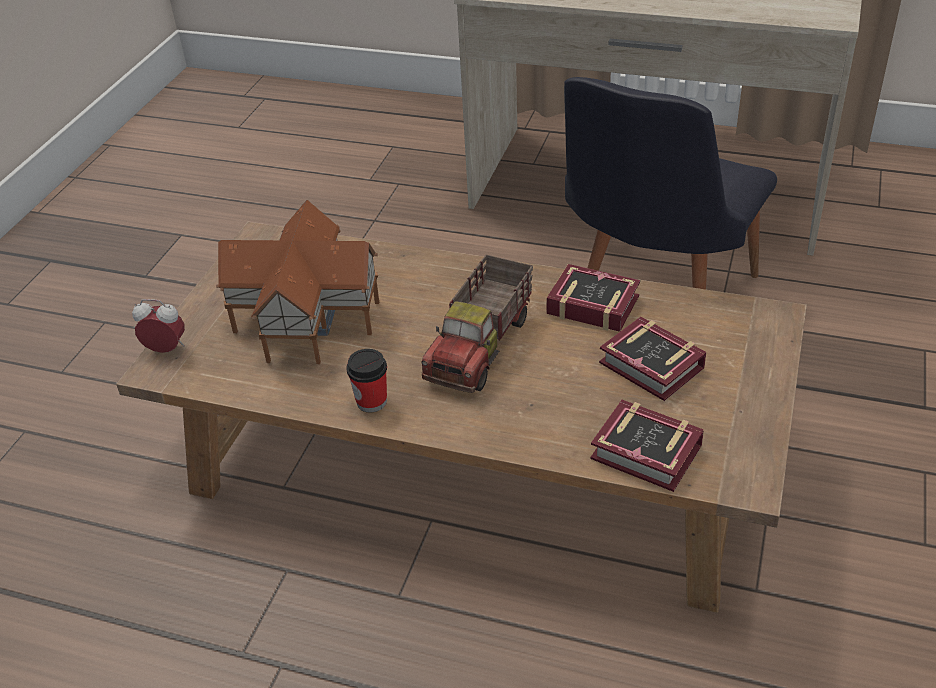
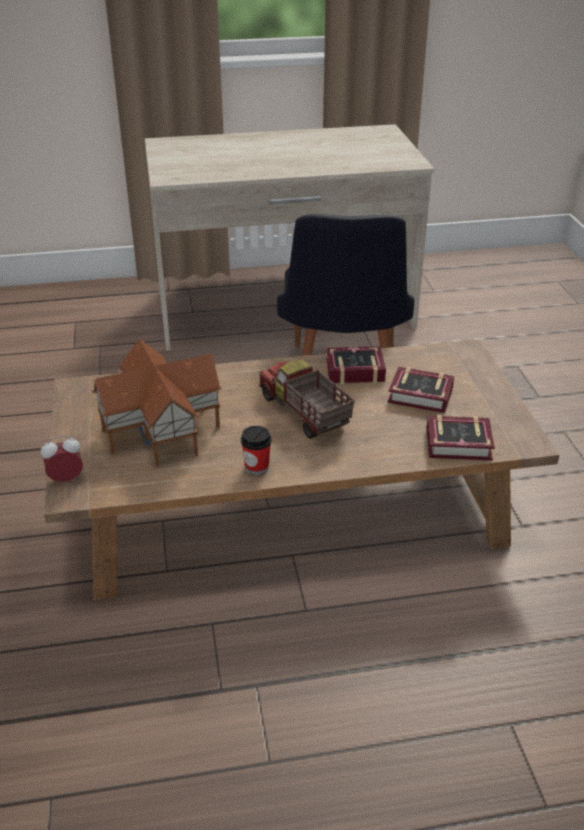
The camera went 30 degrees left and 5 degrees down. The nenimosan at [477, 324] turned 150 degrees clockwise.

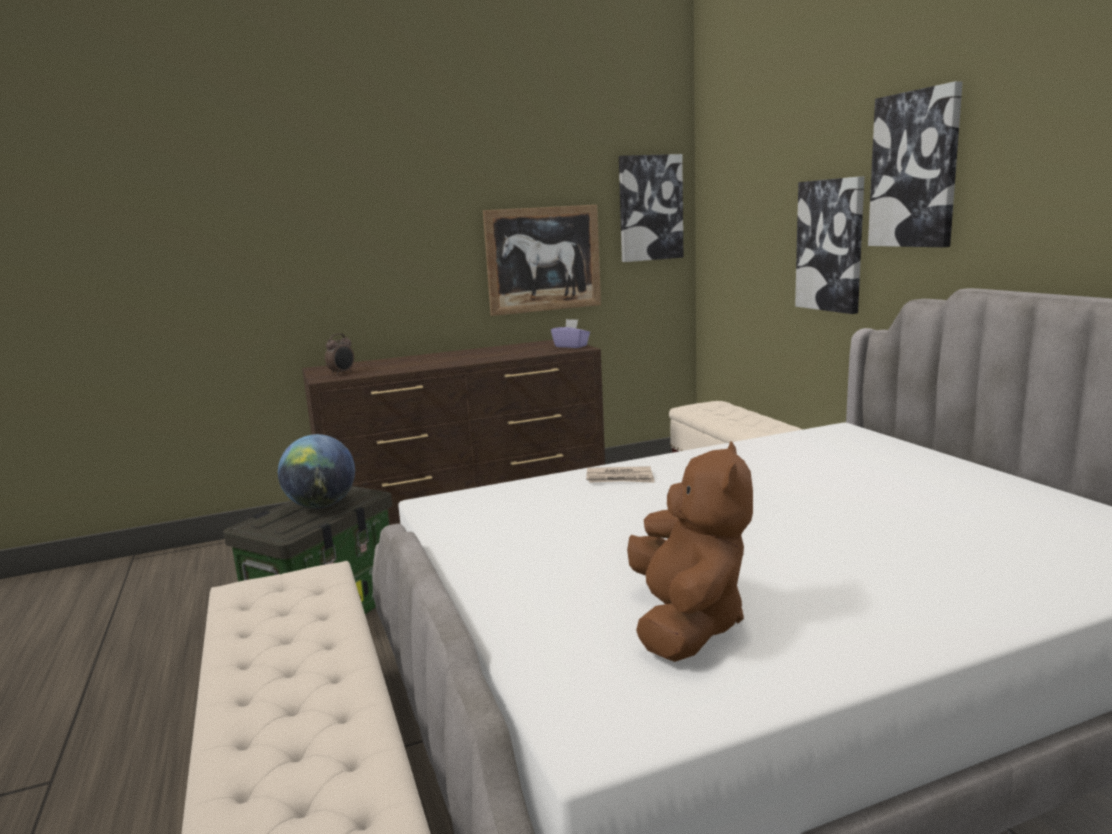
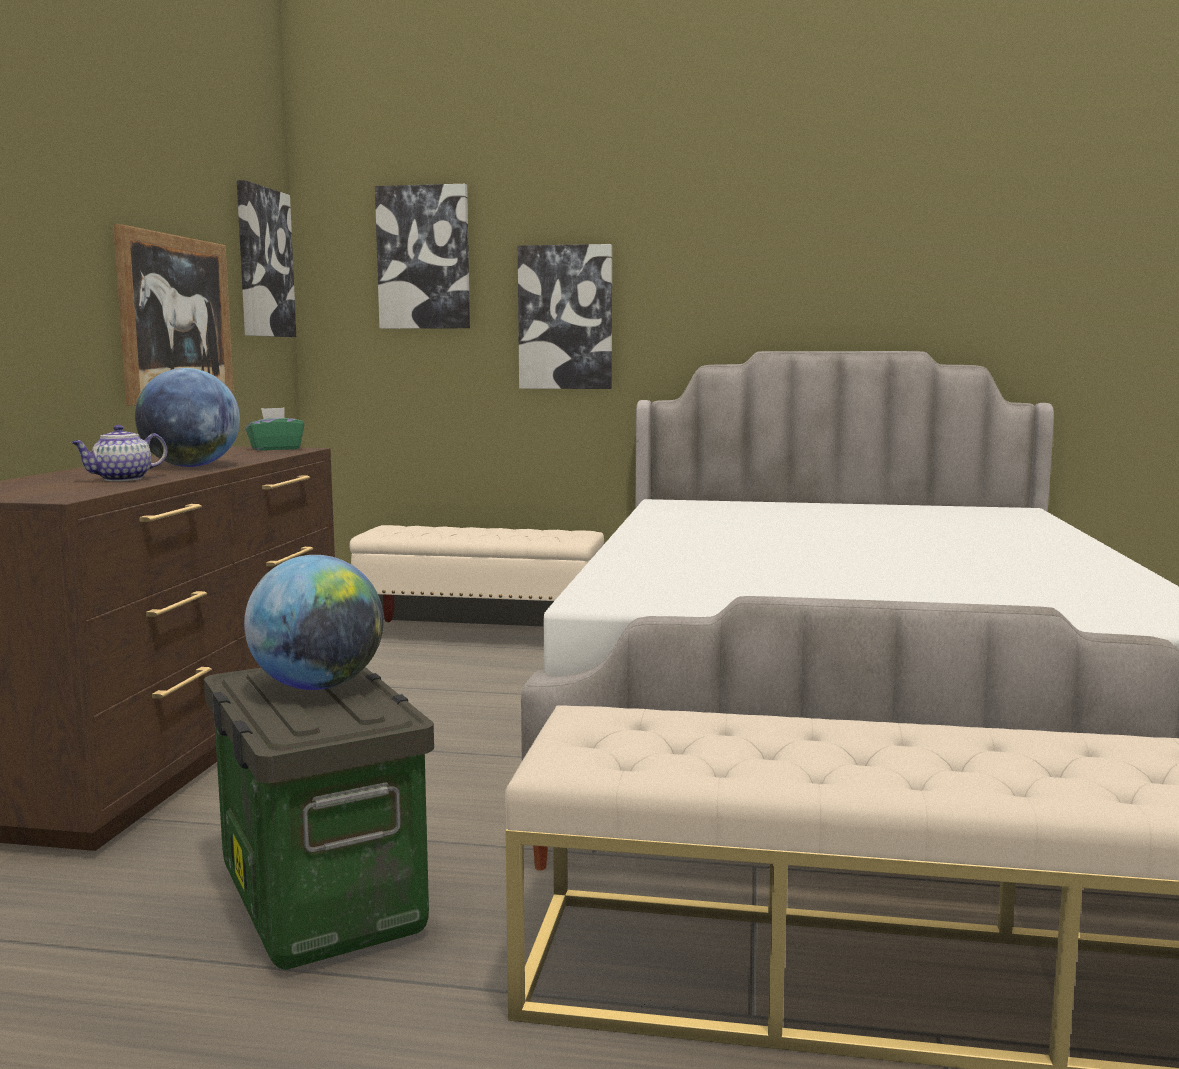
The camera went 60 degrees left and 5 degrees down. The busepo moved from [915, 164] to [422, 256]. The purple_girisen at [570, 333] became the green_girisen at [274, 429]. The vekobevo at [339, 354] disappeared. The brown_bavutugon at [690, 551] disappeared. The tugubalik at [620, 474] disappeared. The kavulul at [187, 417] appeared. The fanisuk at [119, 453] appeared.

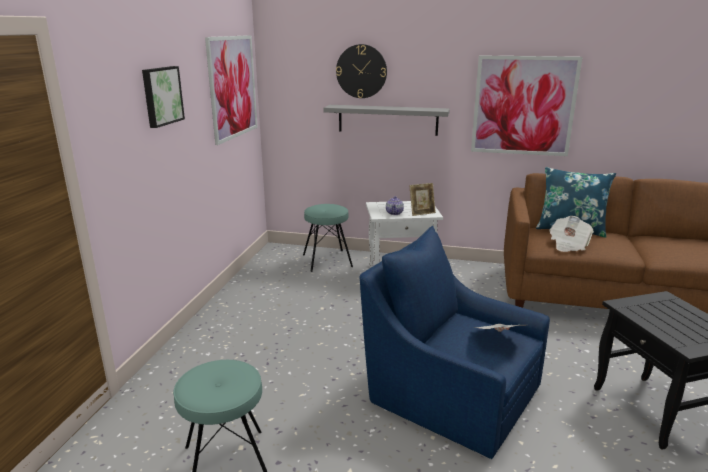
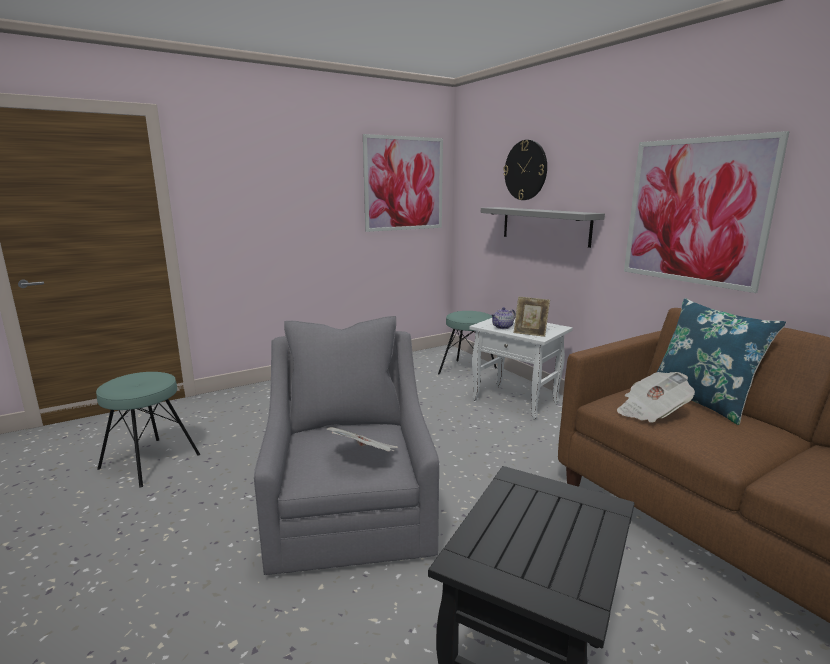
The camera went 45 degrees right and 5 degrees down. The busepo at [163, 97] disappeared. The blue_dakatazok at [454, 342] became the grey_dakatazok at [346, 445].

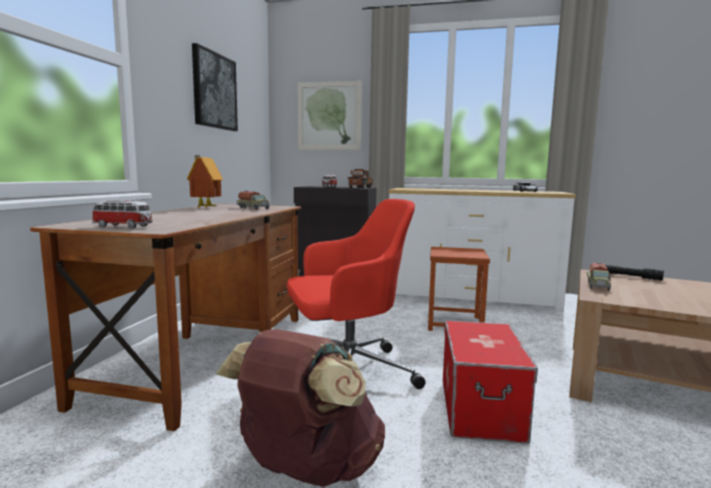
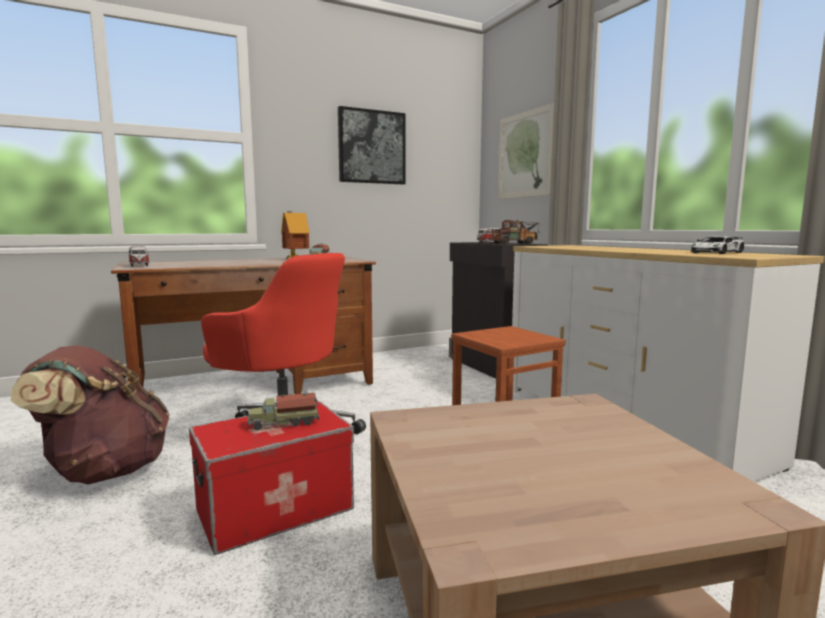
The camera went 50 degrees right and 0 degrees up. The nenimosan moved from [599, 276] to [283, 411]. The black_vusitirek at [634, 273] disappeared.

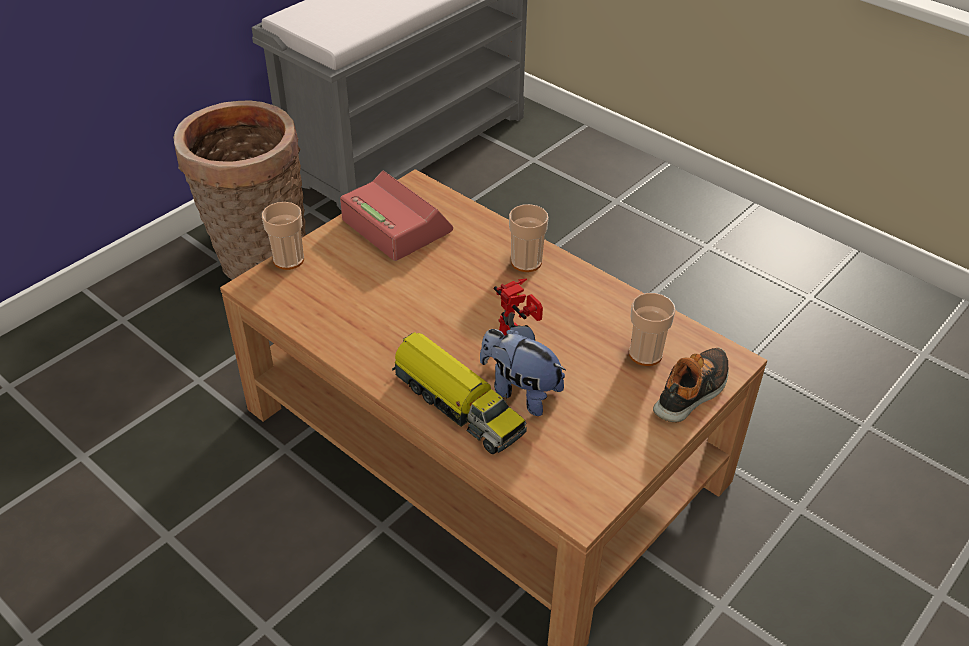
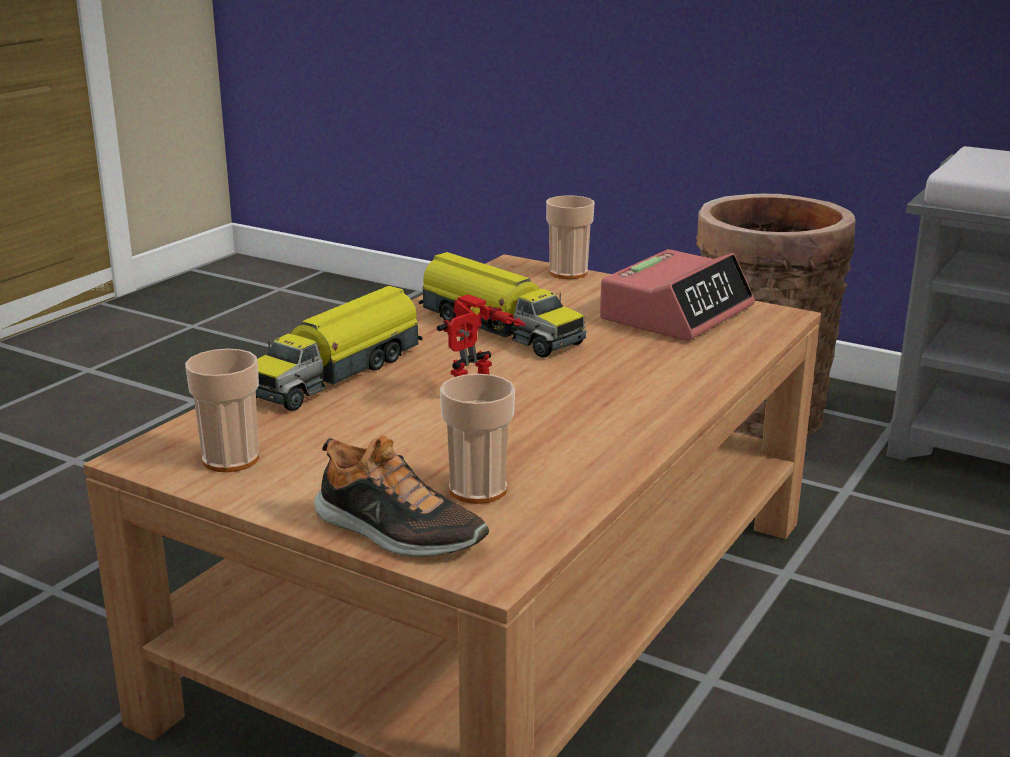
The camera went 80 degrees right and 20 degrees down. The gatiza moved from [528, 238] to [222, 410]. The bavutugon at [523, 370] disappeared. The nenimosan at [502, 304] appeared.

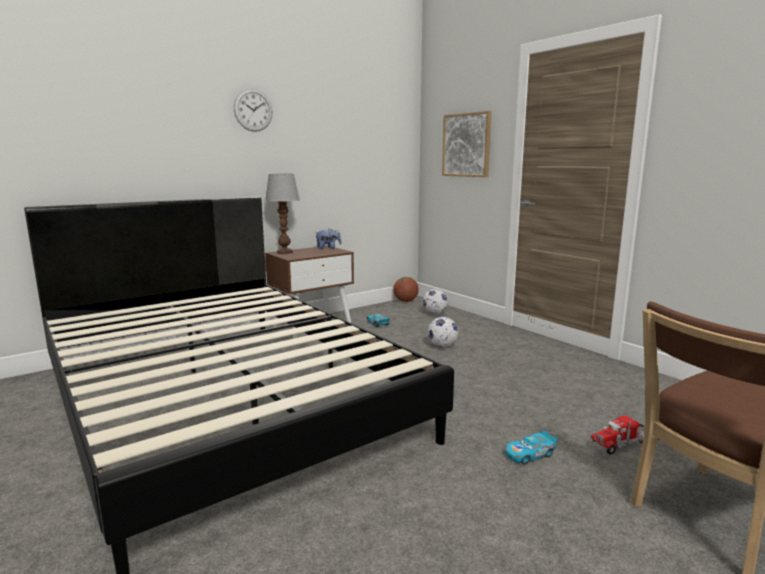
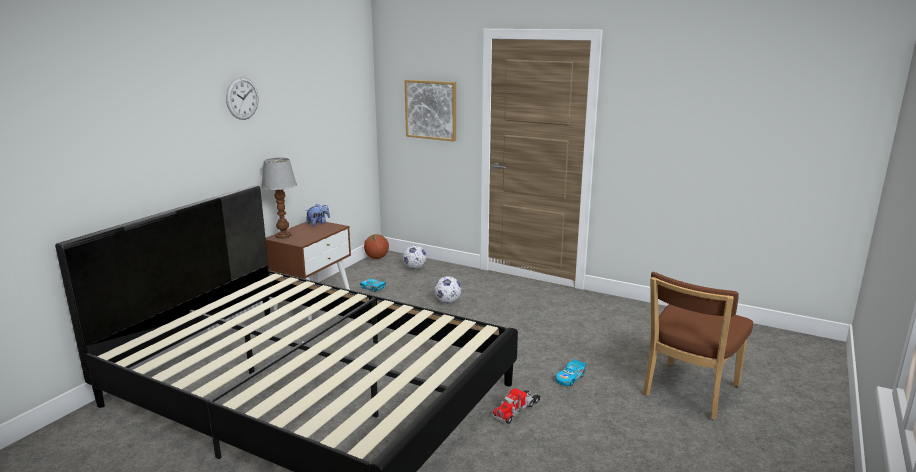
The camera went 25 degrees left and 5 degrees up. The nenimosan moved from [624, 434] to [516, 406].

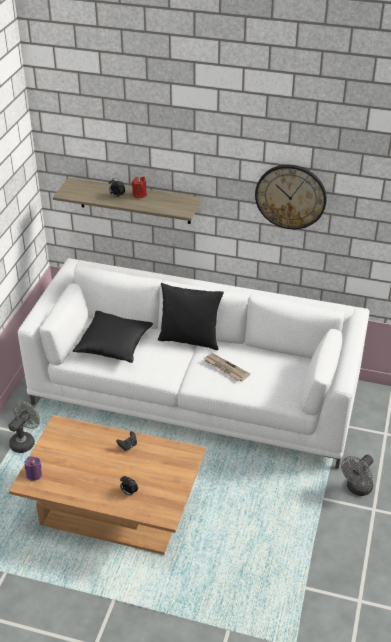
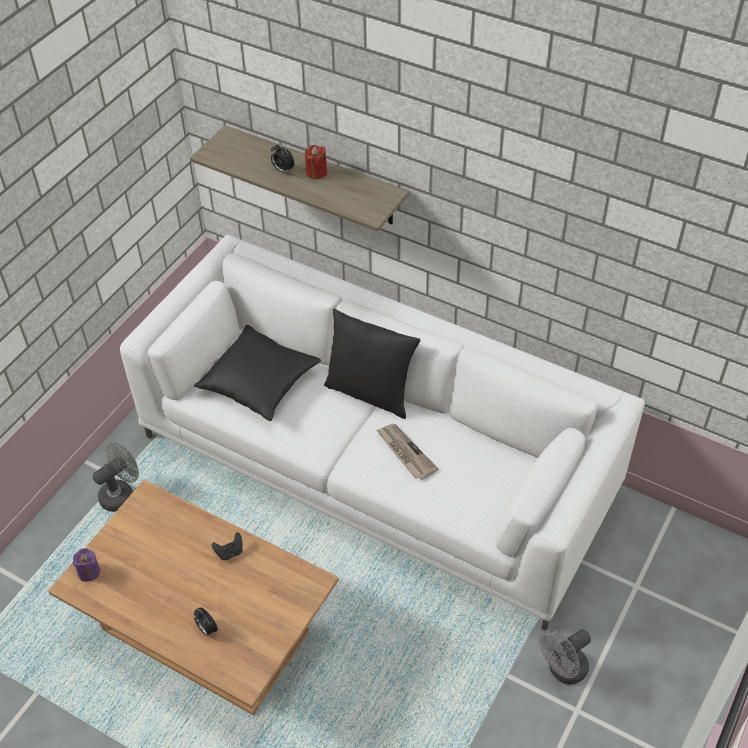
The camera went 15 degrees right and 10 degrees up. The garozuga at [291, 197] disappeared.

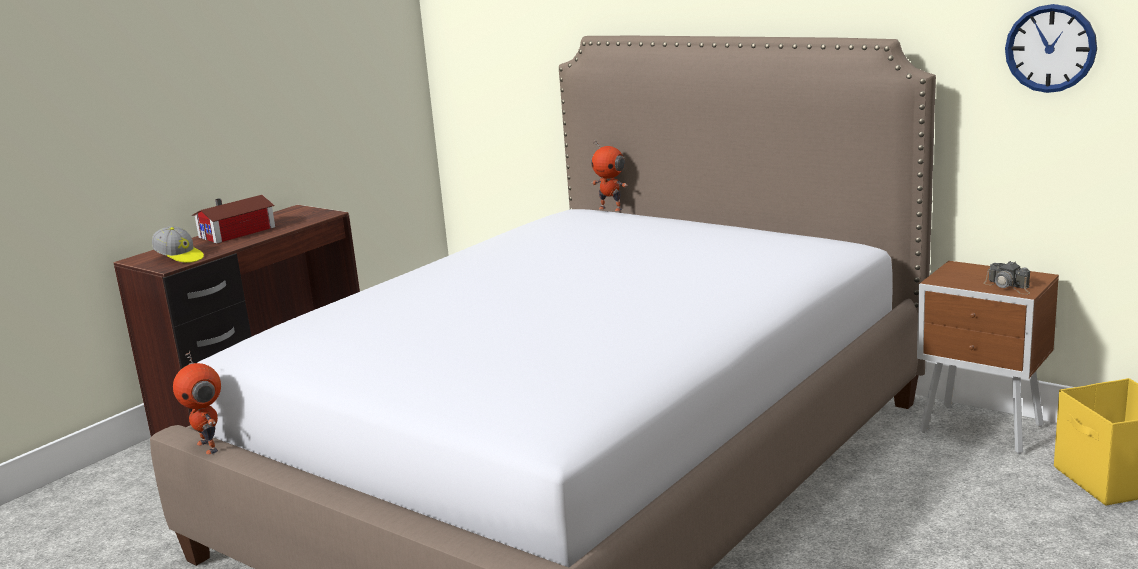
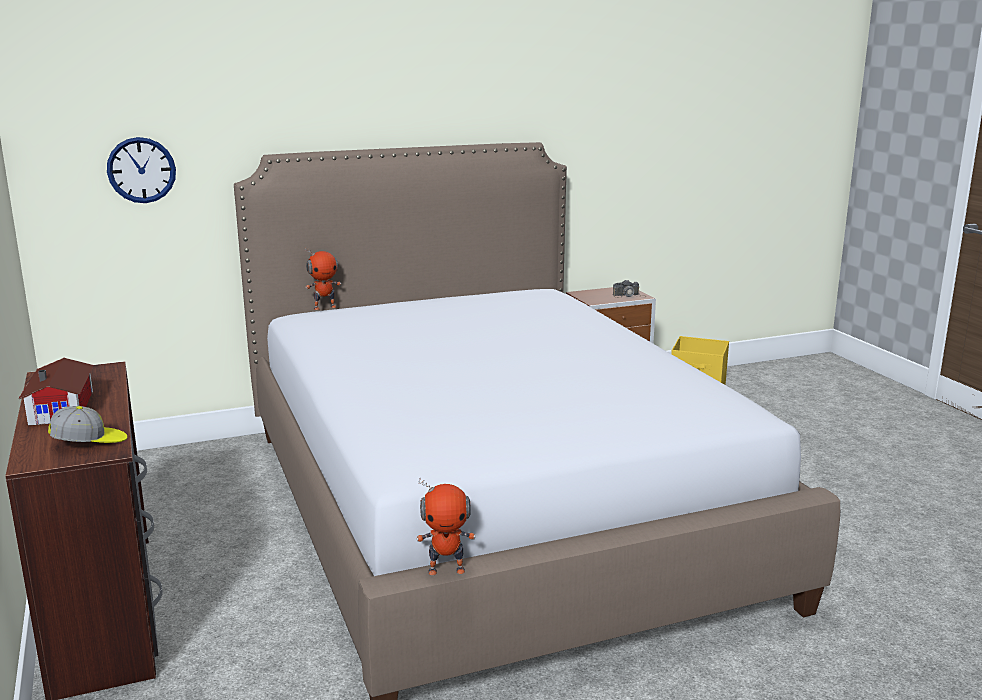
The camera went 60 degrees left and 0 degrees up. The garozuga moved from [1051, 48] to [141, 170].

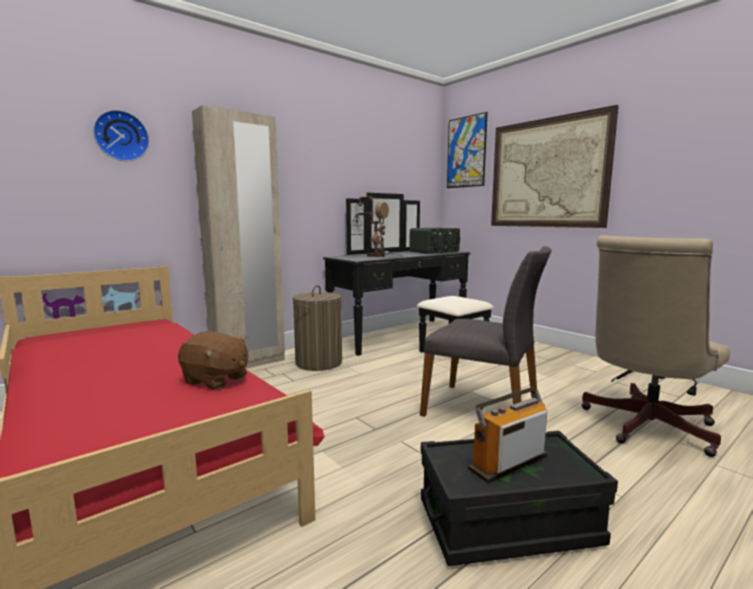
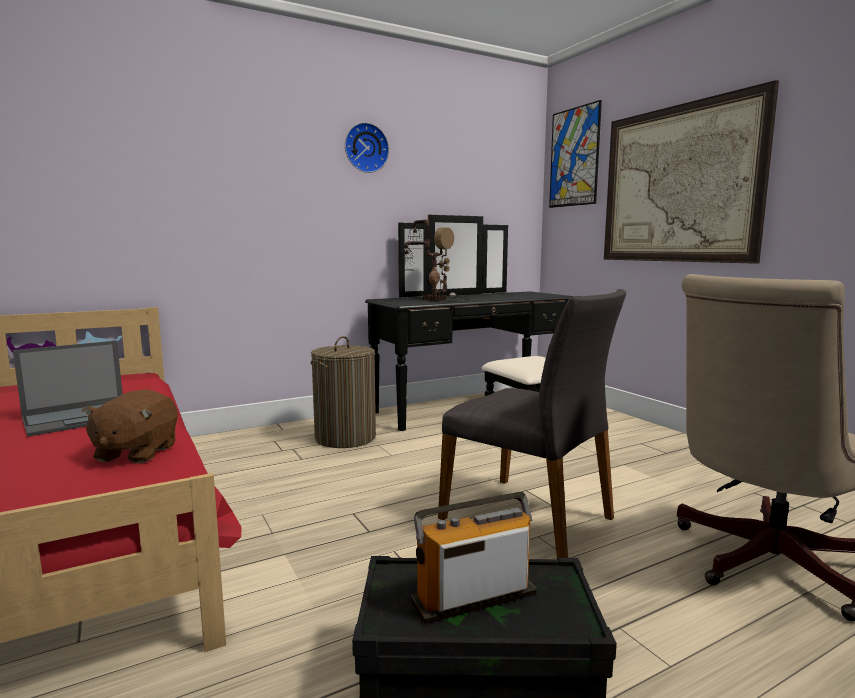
The camera went 10 degrees right and 0 degrees up. The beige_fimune at [238, 237] disappeared. The garozuga moved from [121, 136] to [367, 147]. The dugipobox at [434, 241] disappeared. The brown_bavutugon at [213, 361] turned 60 degrees clockwise. The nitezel at [68, 388] appeared.

